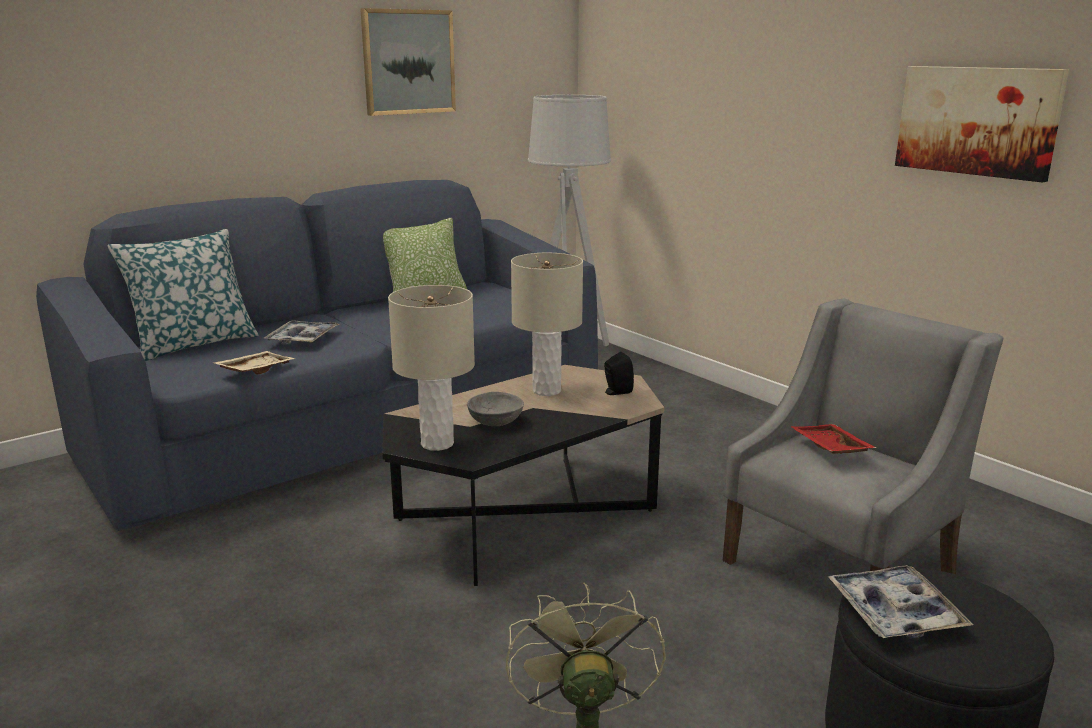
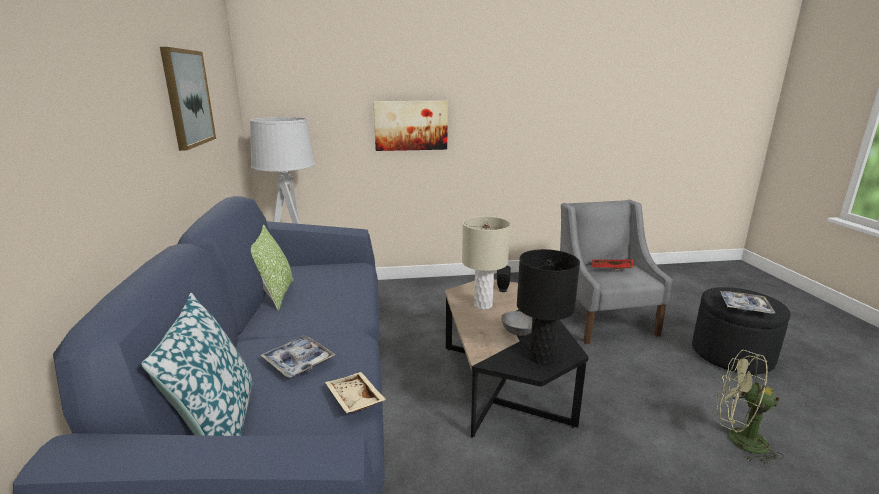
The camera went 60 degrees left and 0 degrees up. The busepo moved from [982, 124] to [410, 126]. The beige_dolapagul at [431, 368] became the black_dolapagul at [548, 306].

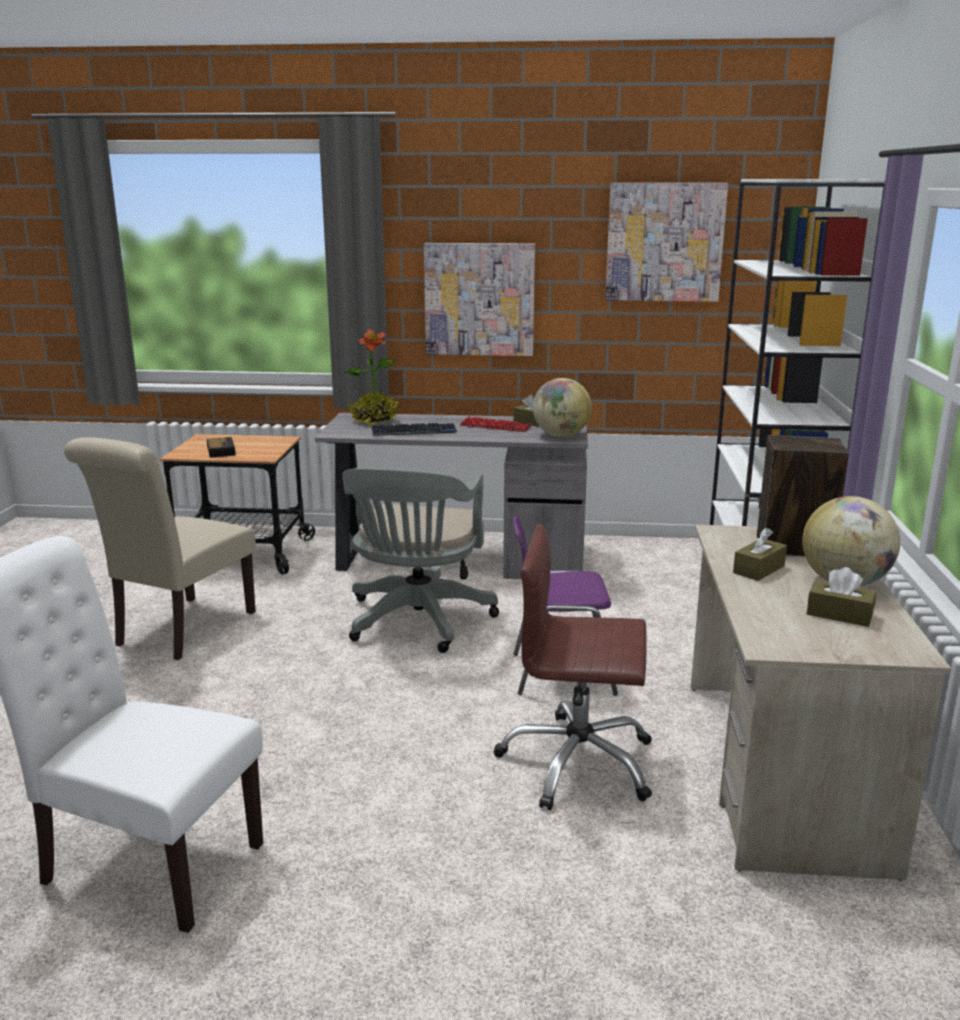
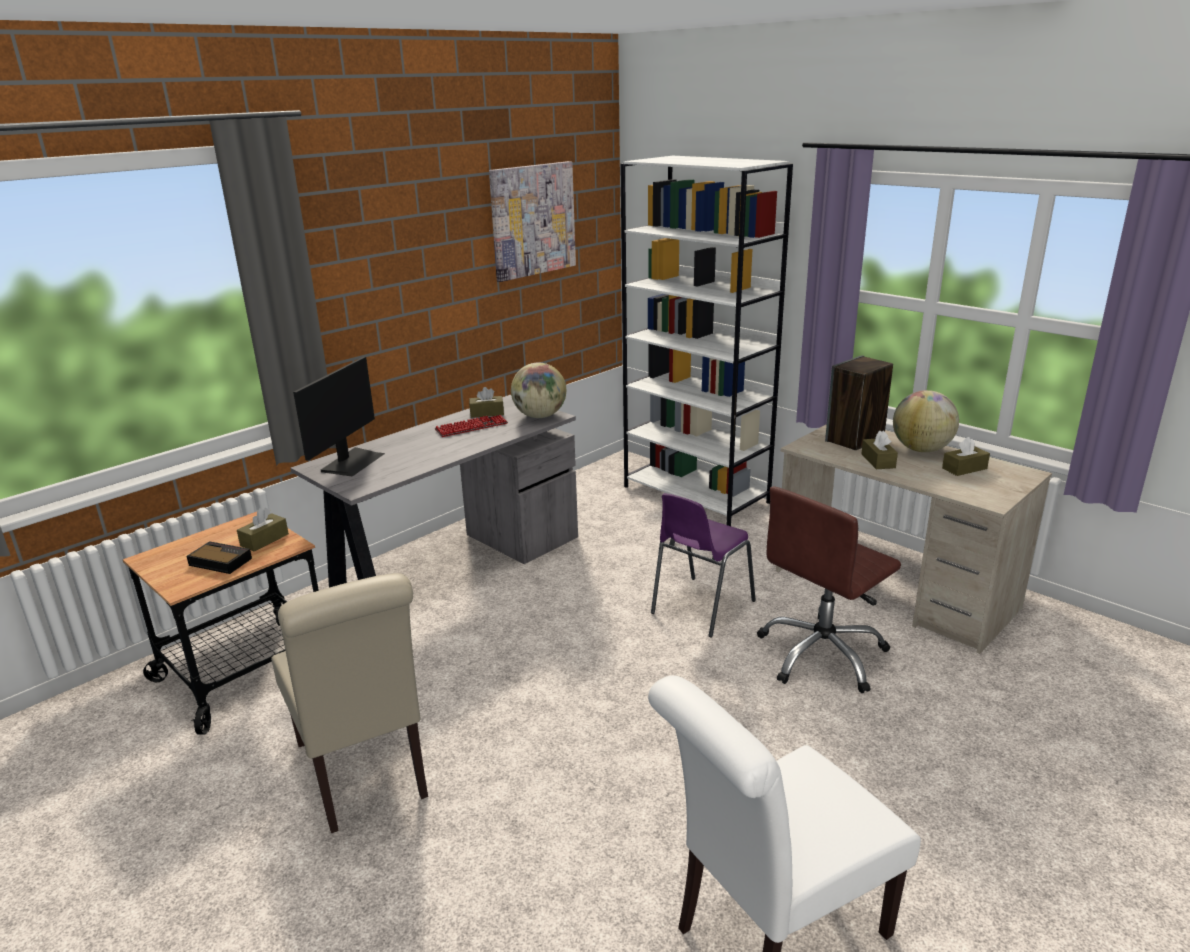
The camera went 50 degrees left and 5 degrees up. The busepo at [479, 299] disappeared. The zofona at [371, 377] was replaced by the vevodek at [339, 417]. The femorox at [414, 429] disappeared. The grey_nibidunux at [420, 560] disappeared. The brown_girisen at [263, 530] appeared.

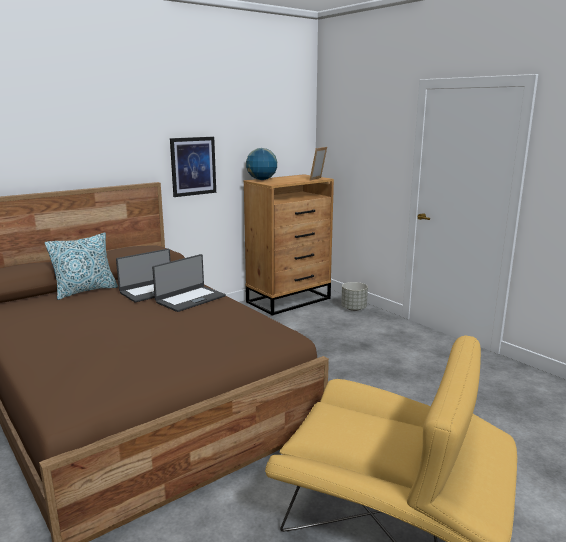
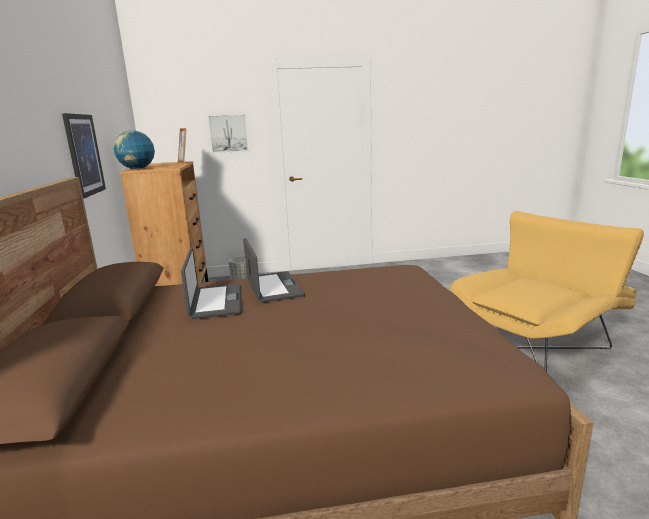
The camera went 60 degrees left and 0 degrees up. The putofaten at [81, 266] disappeared. The busepo at [228, 133] appeared.

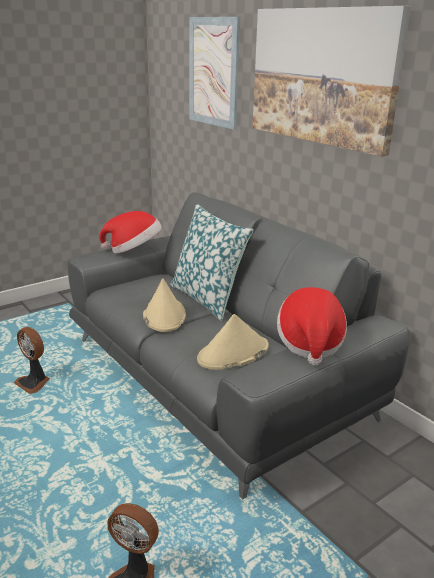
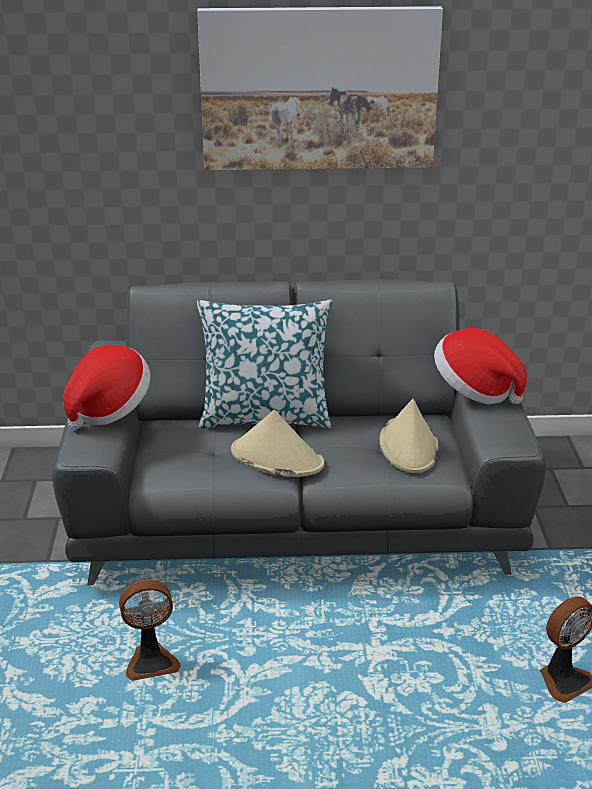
The camera went 55 degrees left and 5 degrees up. The busepo at [214, 73] disappeared.

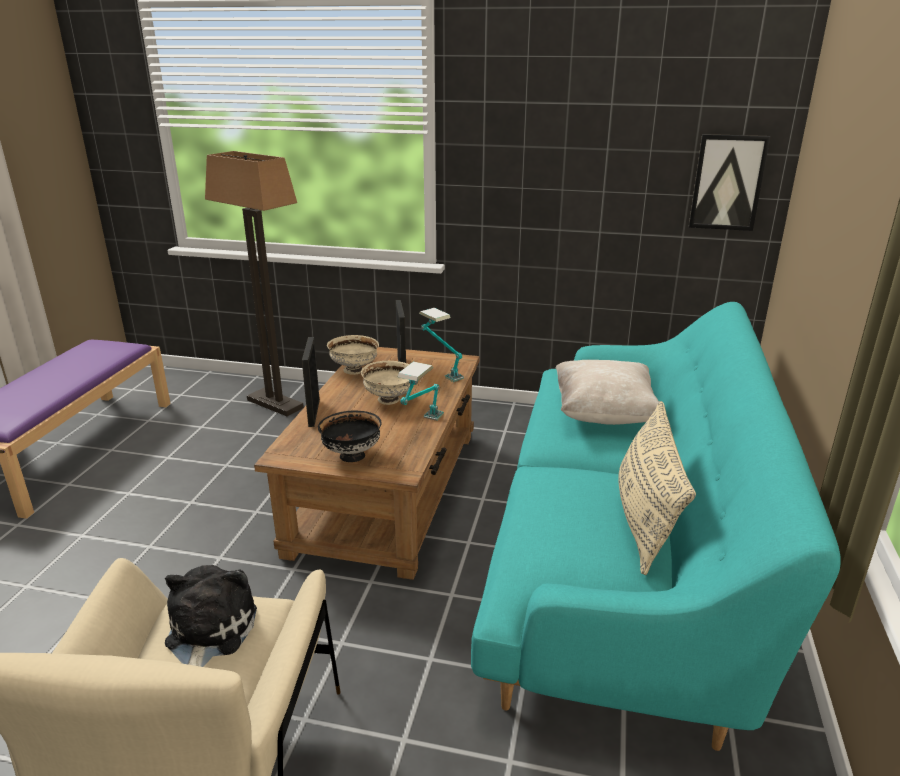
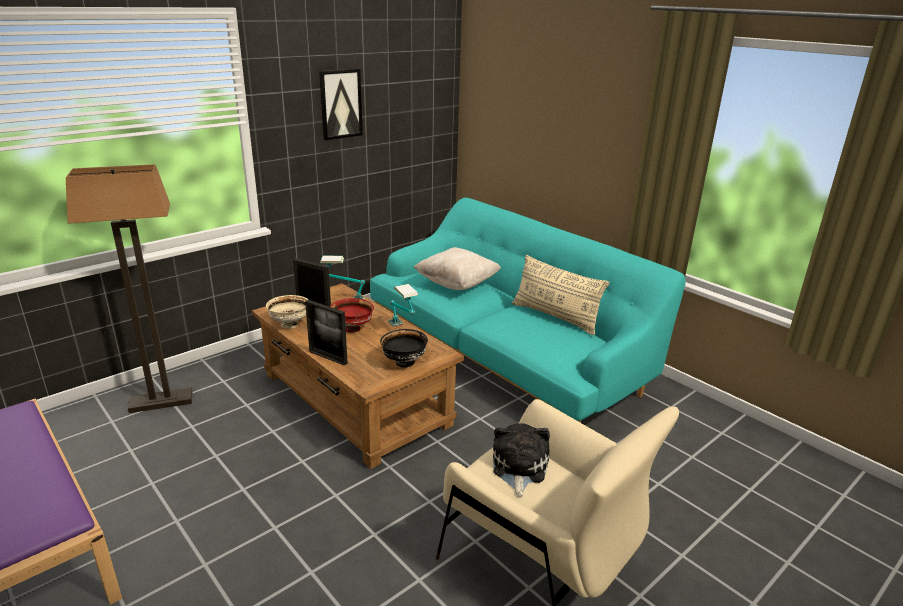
The camera went 55 degrees left and 0 degrees up. The busepo moved from [729, 182] to [341, 104]. The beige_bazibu at [386, 383] became the red_bazibu at [352, 315]. The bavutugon at [211, 616] turned 60 degrees clockwise.

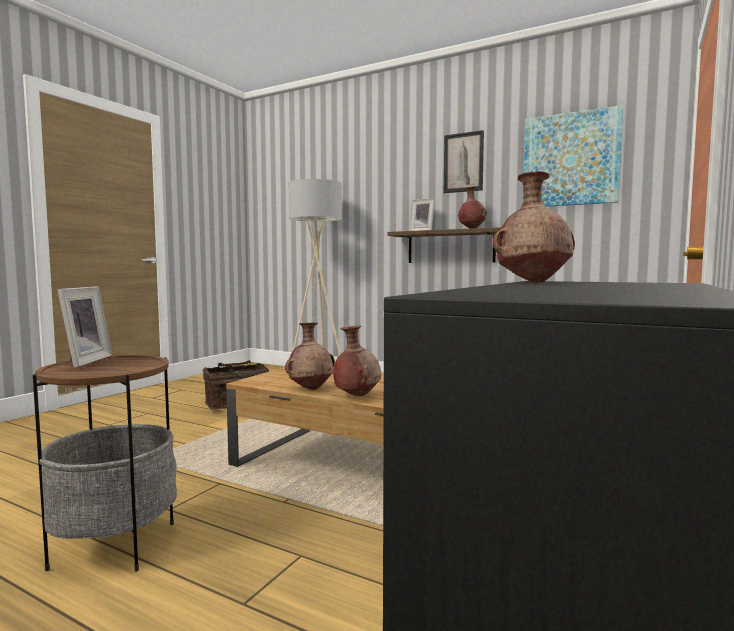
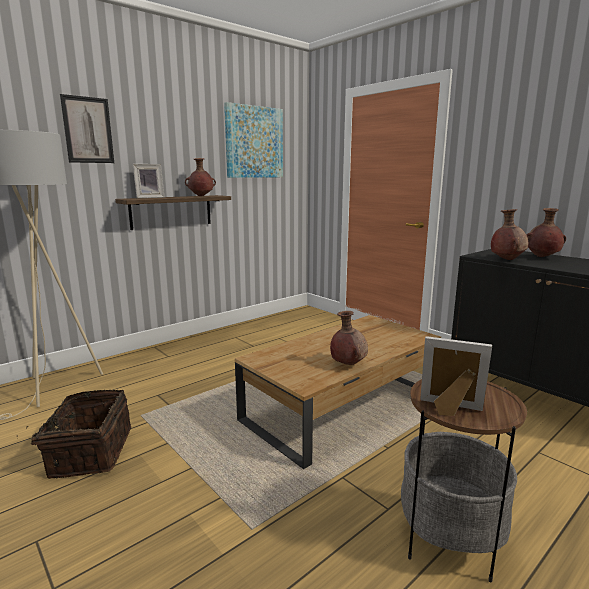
The camera went 70 degrees left and 10 degrees up. The busepo moved from [464, 161] to [87, 128]. The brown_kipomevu moved from [357, 360] to [546, 232].

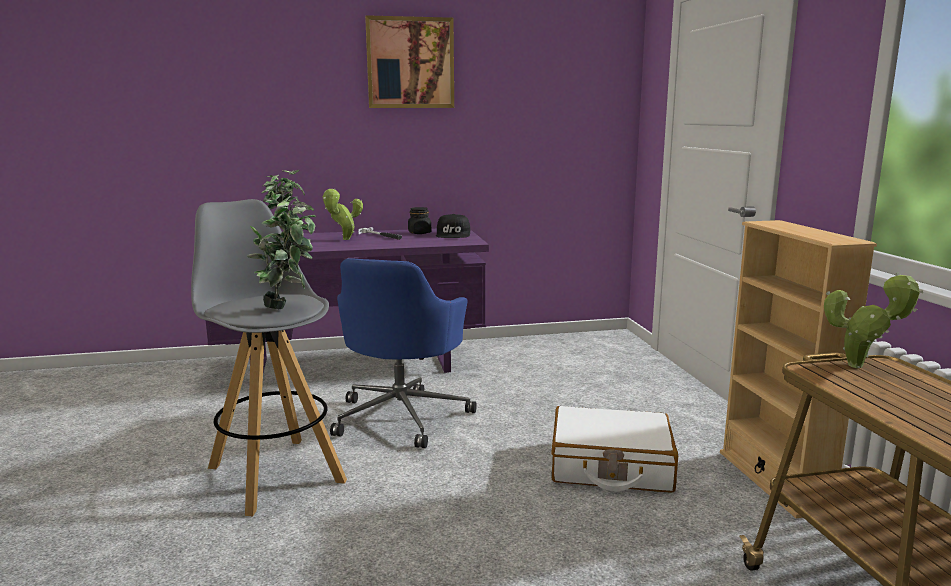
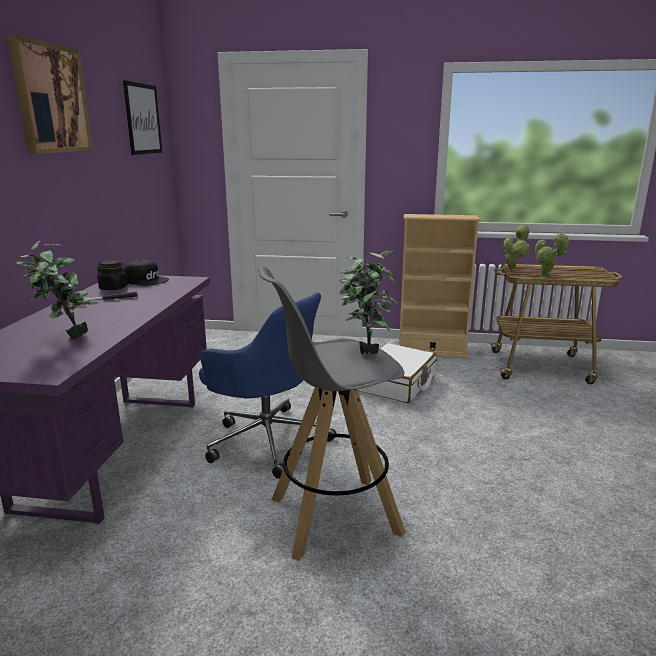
The camera went 70 degrees left and 5 degrees up. The zofona moved from [343, 214] to [552, 255]. The busepo at [142, 117] appeared.

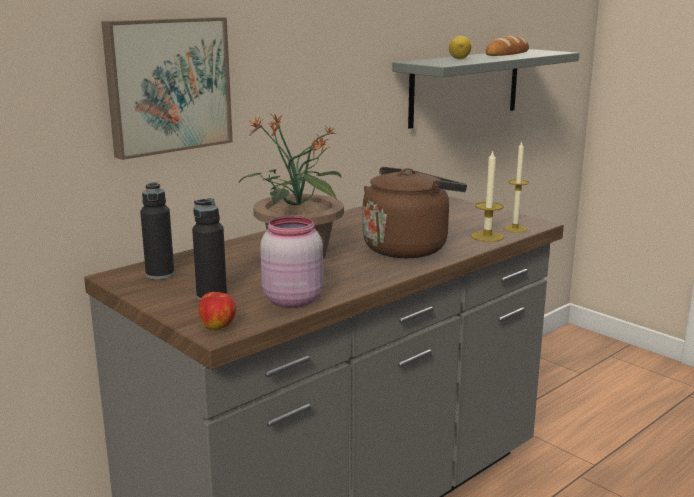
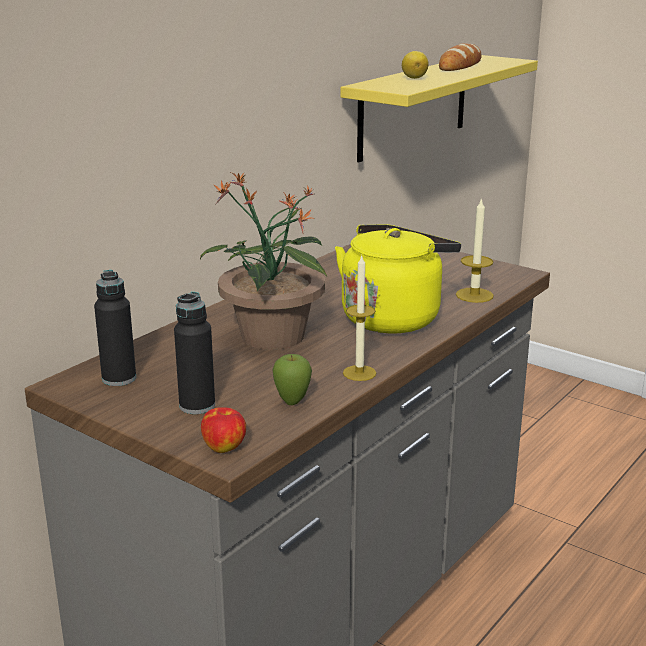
The camera went 10 degrees left and 5 degrees up. The busepo at [167, 88] disappeared. The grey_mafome at [485, 89] became the yellow_mafome at [439, 108]. The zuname moved from [516, 187] to [359, 317]. The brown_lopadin at [415, 212] became the yellow_lopadin at [398, 278]. The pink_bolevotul at [291, 262] was replaced by the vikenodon at [292, 379].

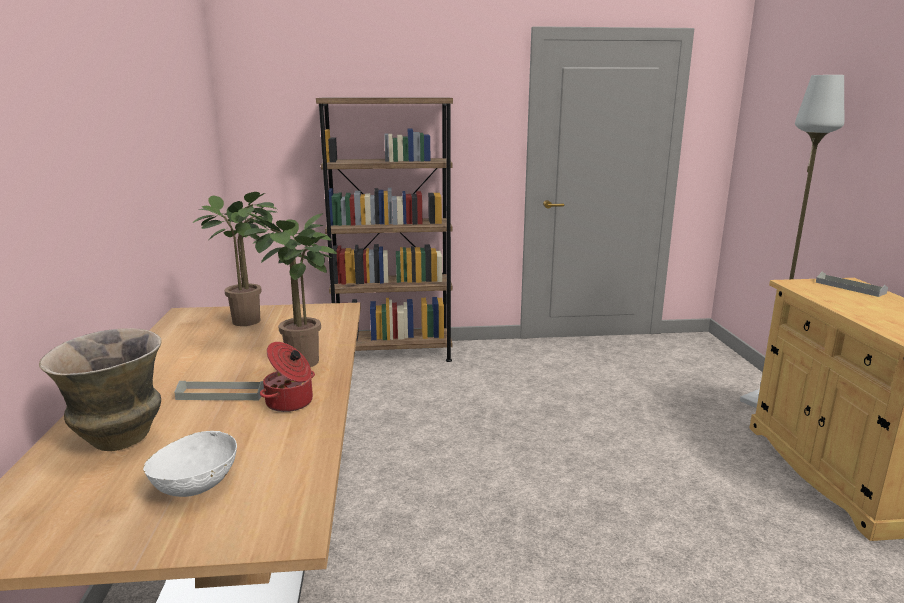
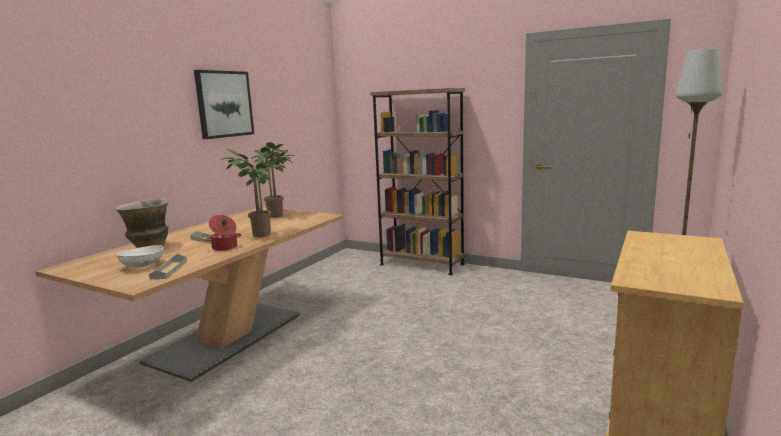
The camera went 35 degrees right and 5 degrees down. The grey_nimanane moved from [852, 284] to [168, 266]. The busepo at [224, 104] appeared.

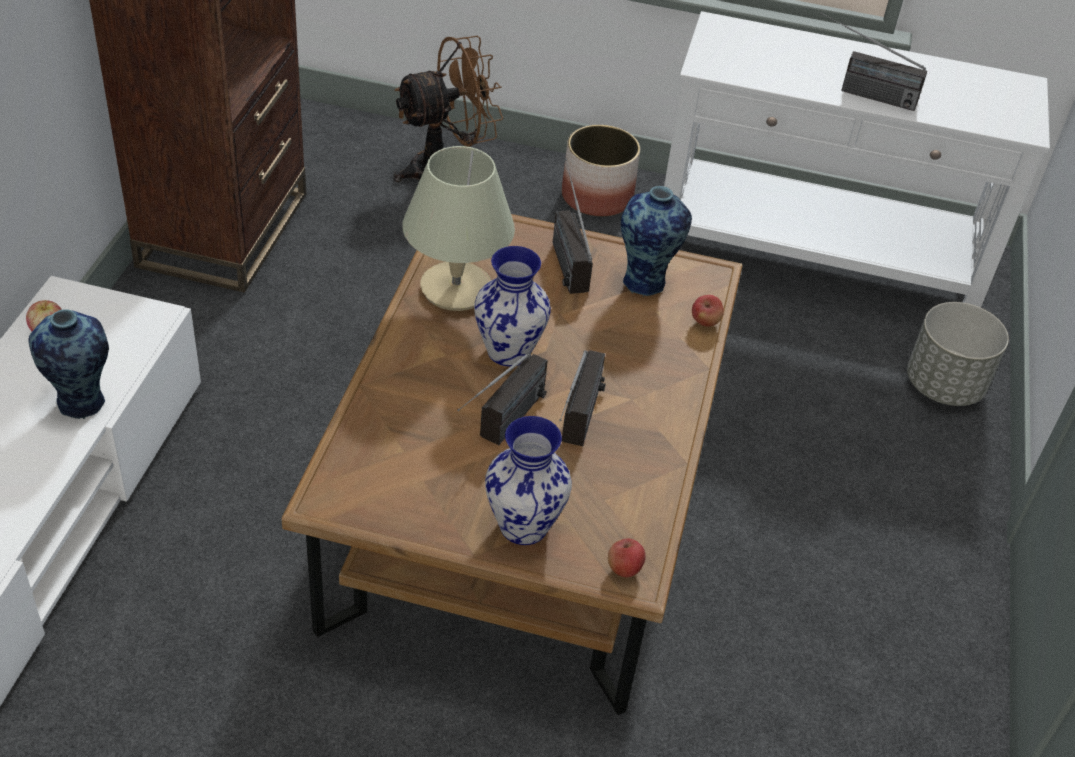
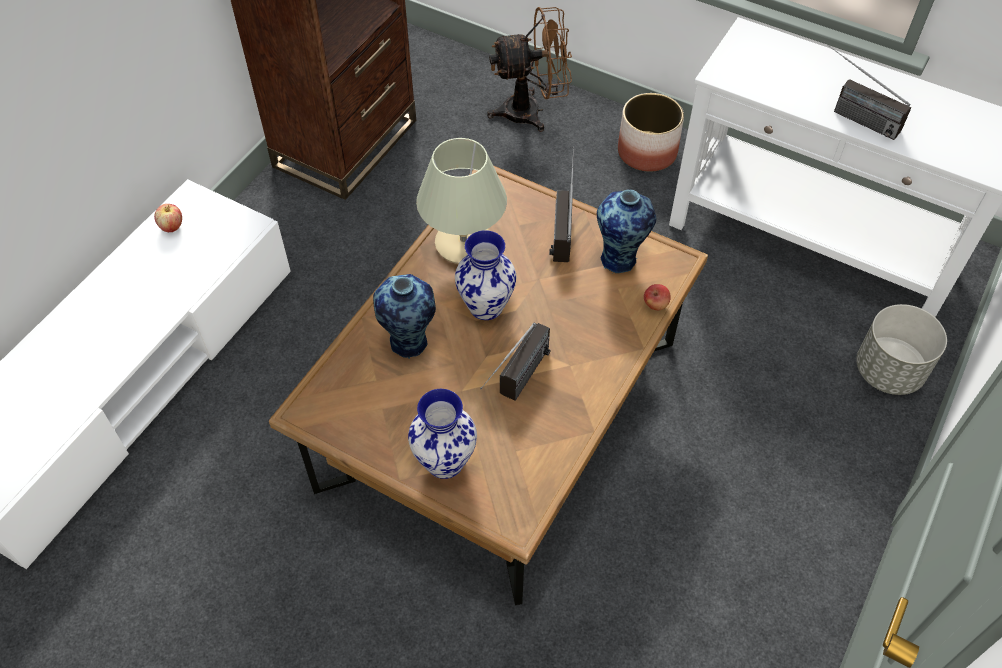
The camera went 20 degrees right and 10 degrees up. The kipomevu moved from [68, 364] to [404, 316]. The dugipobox at [502, 399] disappeared. The vikenodon at [627, 557] disappeared.

